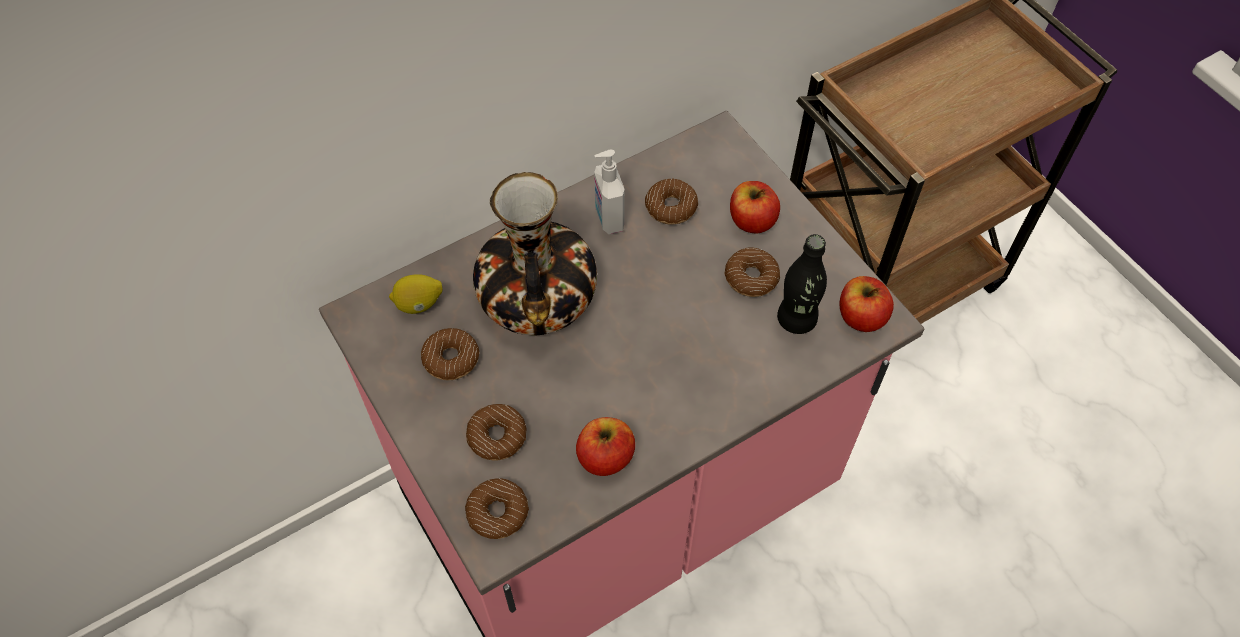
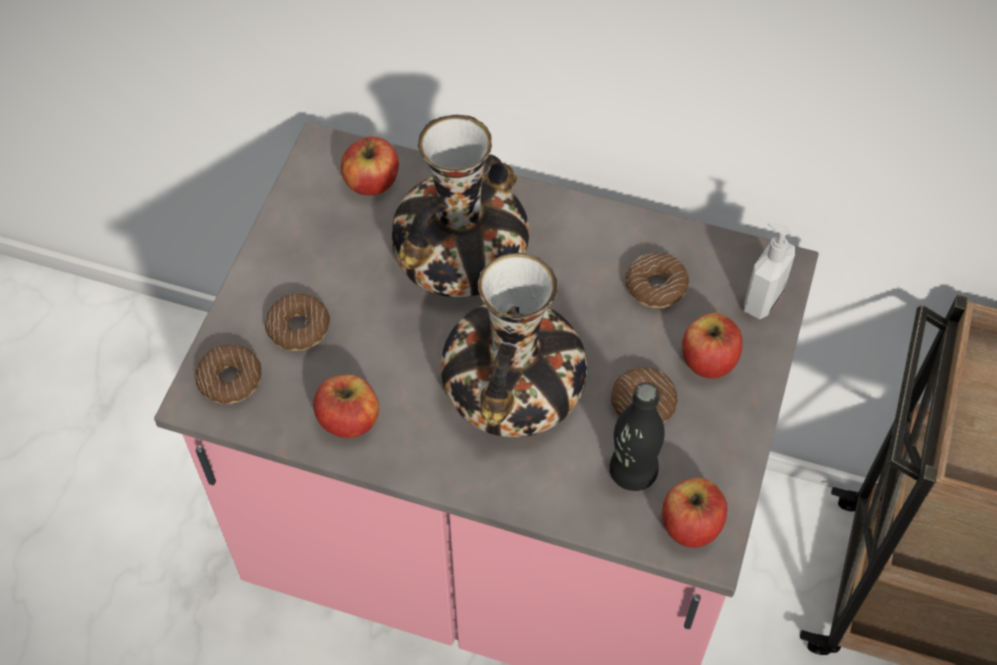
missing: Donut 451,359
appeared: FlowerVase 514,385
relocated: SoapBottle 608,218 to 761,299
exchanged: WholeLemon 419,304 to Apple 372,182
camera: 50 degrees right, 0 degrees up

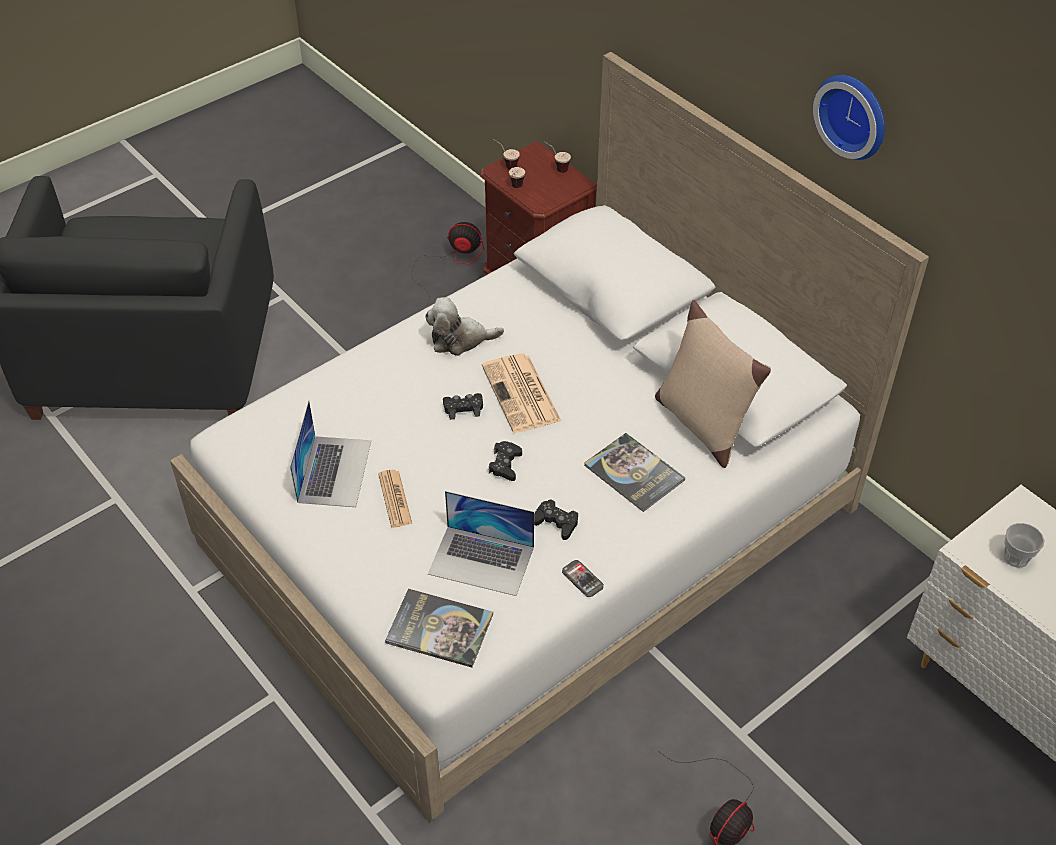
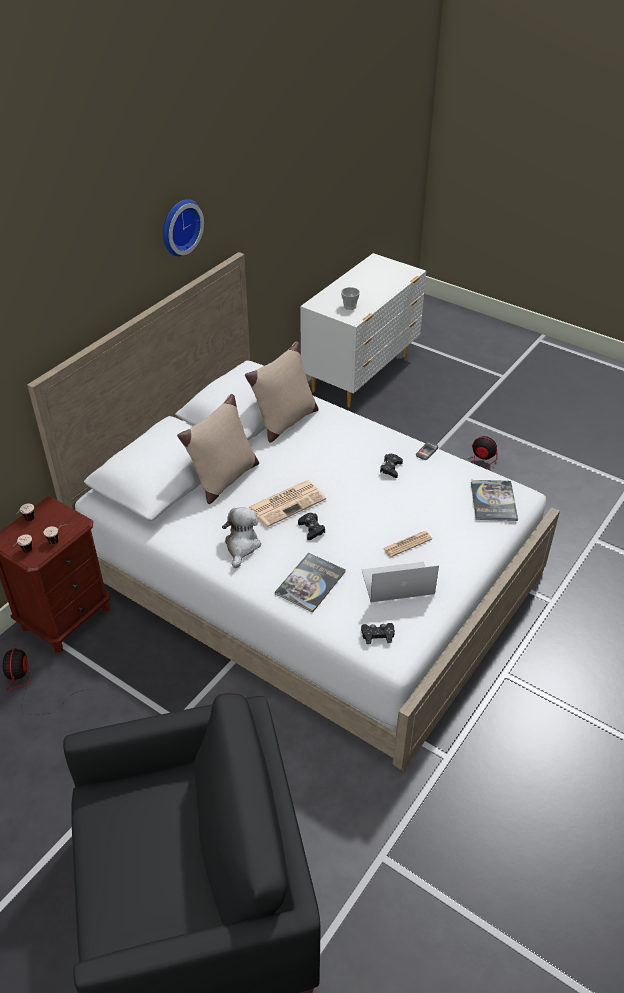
missing: Laptop 481,560
appeared: BeigeColouredPillow 223,479
relocated: BlackGamepad 505,465 to 377,635; Book 634,473 to 310,583
spun: PlushToy 460,339 = 241,546 150 degrees counterclockwise
camera: 105 degrees left, 5 degrees down

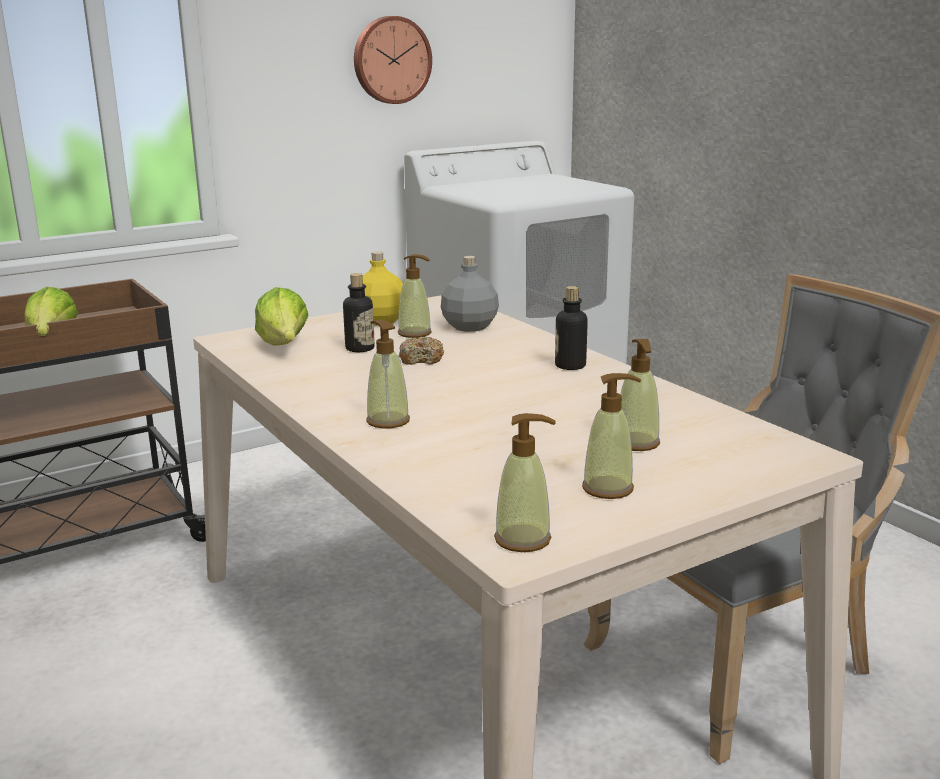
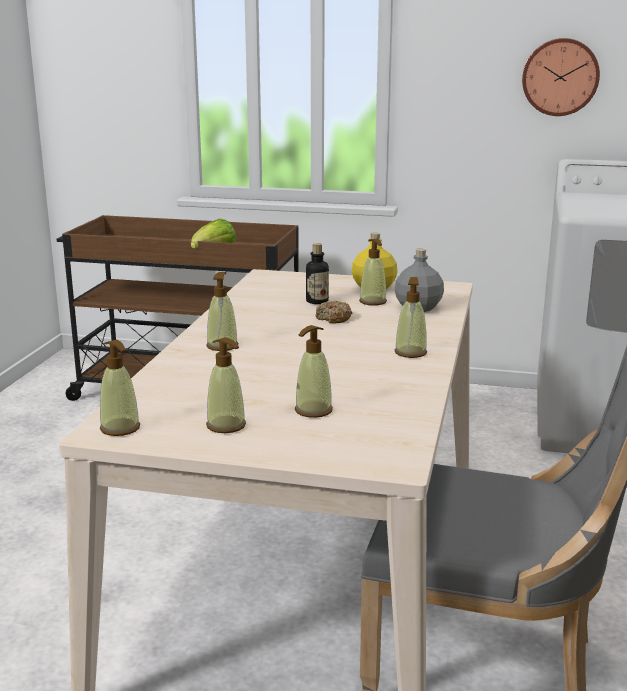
missing: LettuceHead 284,347
exchanged: Bottle 570,366 to SoapBottle 410,352
camera: 45 degrees right, 0 degrees up

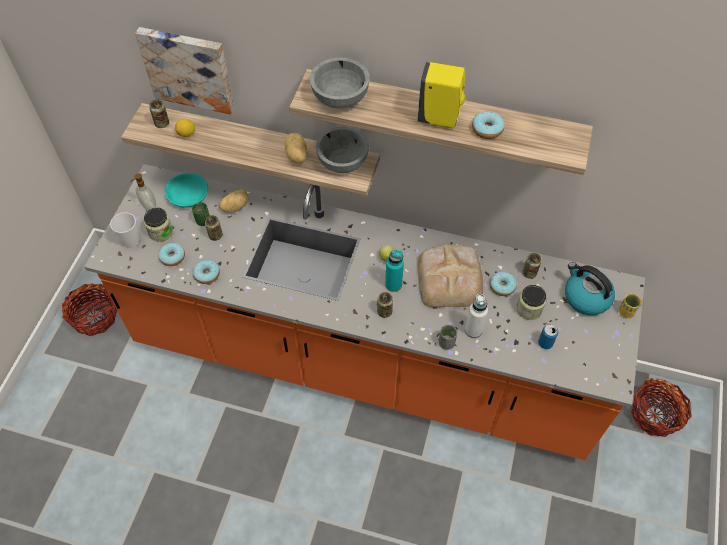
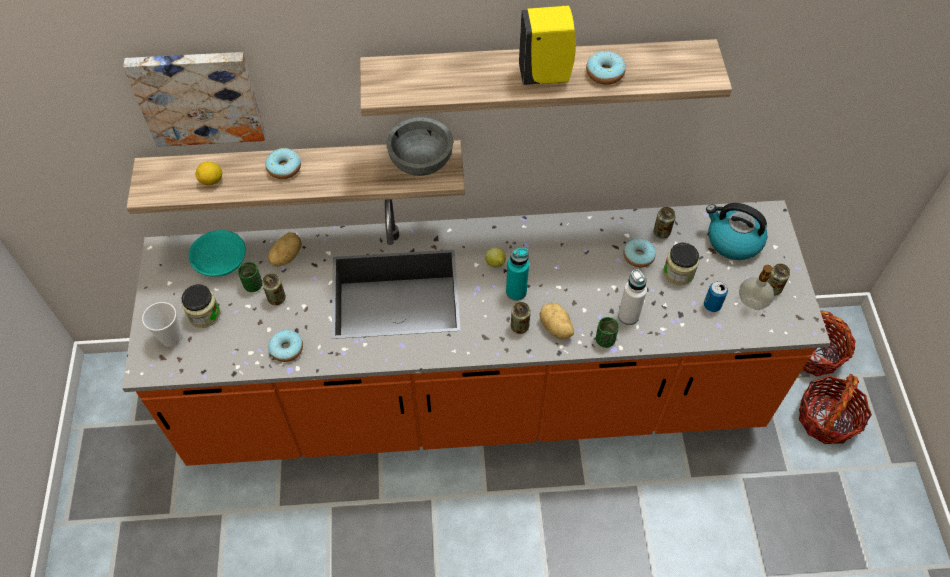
missing: GreyServingBowl 340,98; BakedBread 450,278; YellowishDrinkingCup 626,312
relocated: Basket 94,317 to 826,419; SoapBottle 148,206 to 751,304; Can 162,123 to 772,288; Donut 172,257 to 284,168; Spud 296,156 to 555,328
colour: GreyDrinkingCup 446,343 to GreenDrinkingCup 605,340
camera: 20 degrees left, 0 degrees up

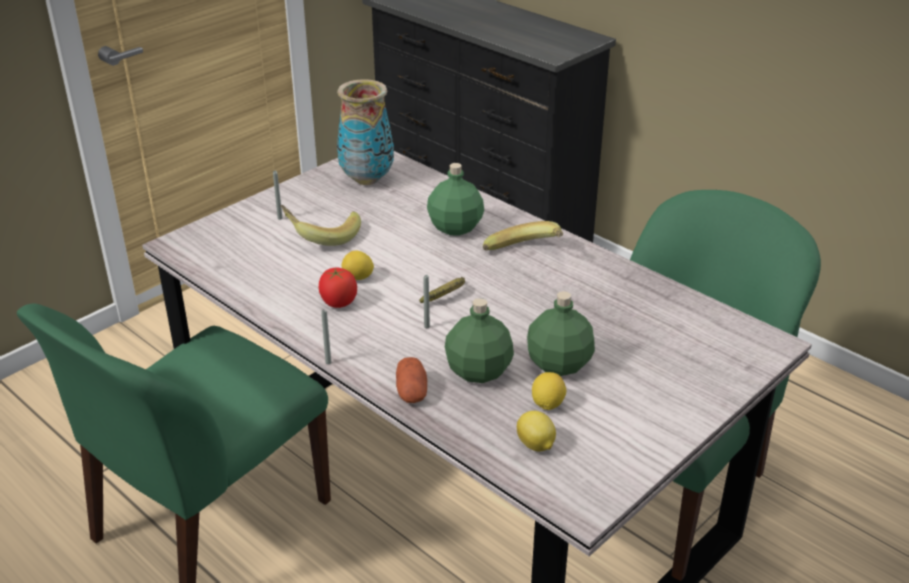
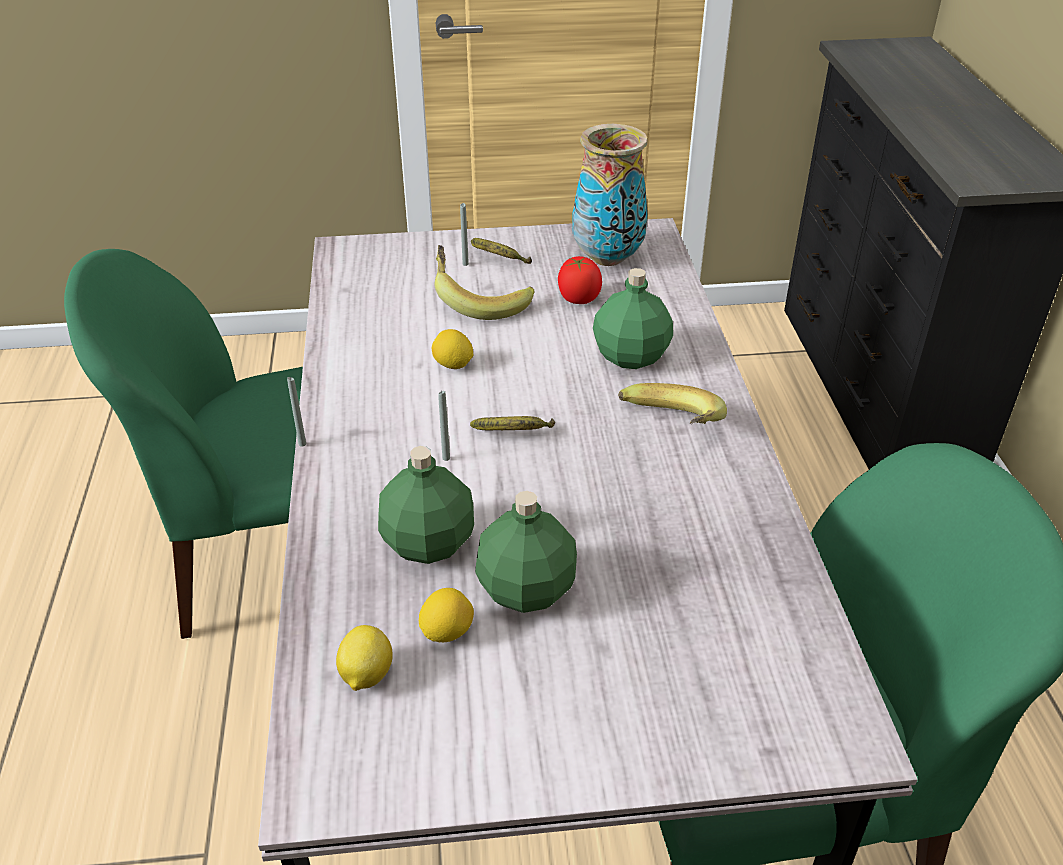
missing: Spud 412,391
appeared: Banana 498,259
relocated: WholeTomato 338,303 to 578,299
camera: 40 degrees right, 5 degrees up

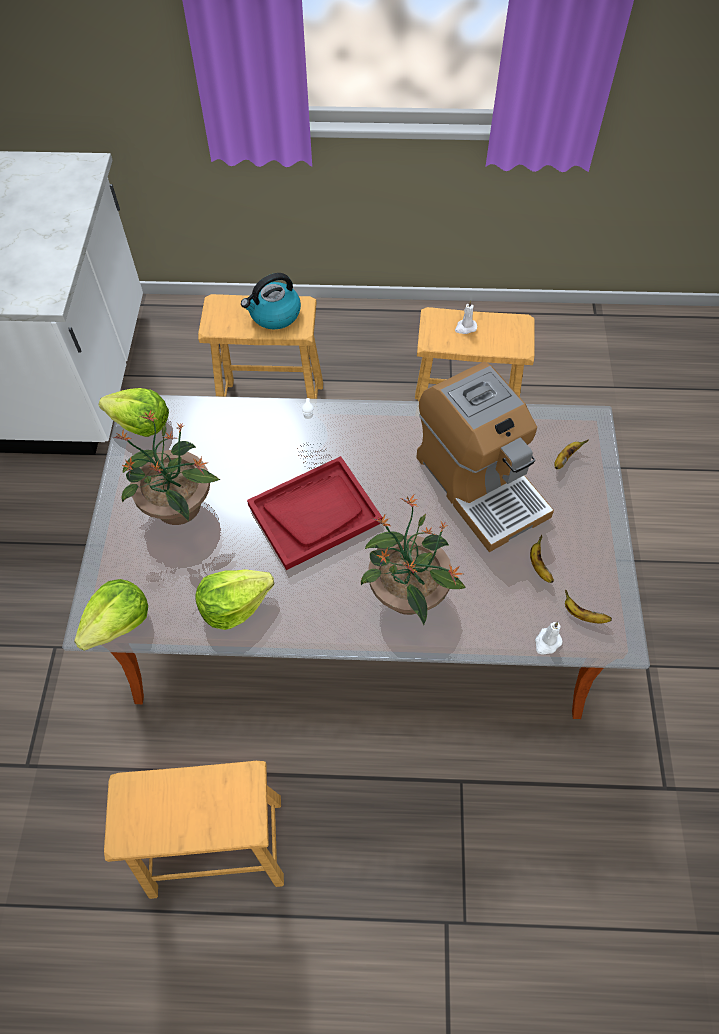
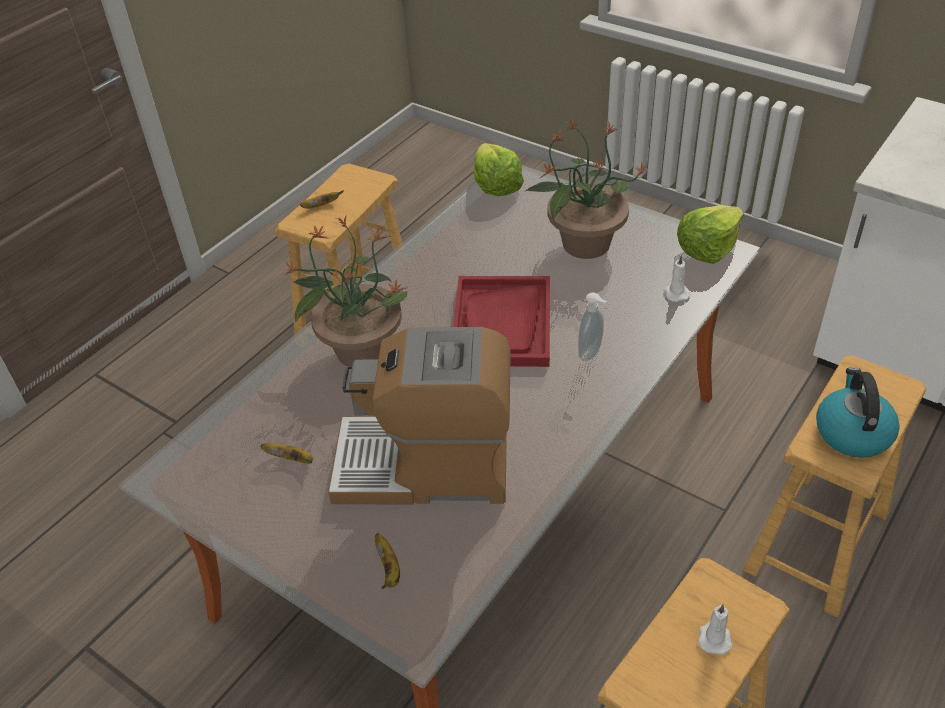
missing: LettuceHead 234,604
relocated: WhiteCandle 547,642 to 675,293; Banana 583,615 to 322,205
camera: 125 degrees right, 15 degrees down

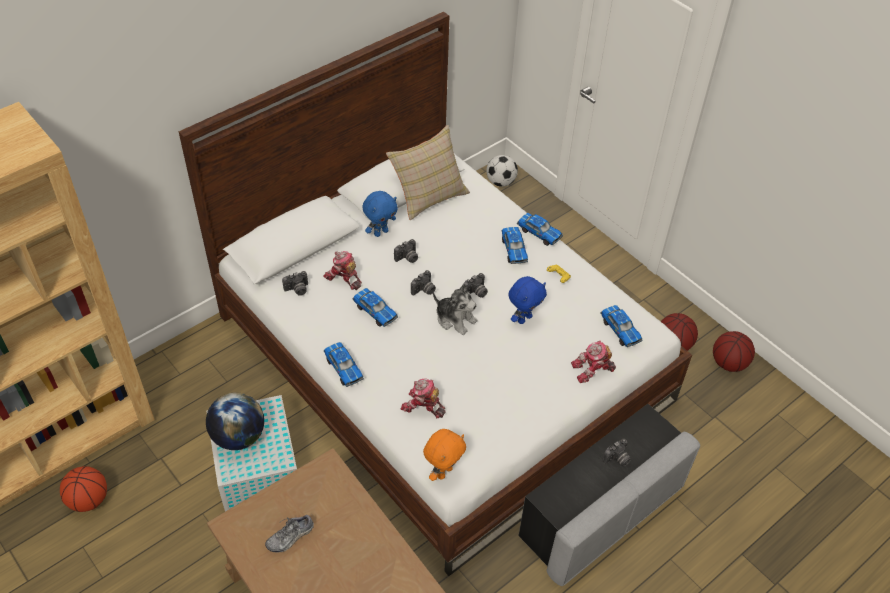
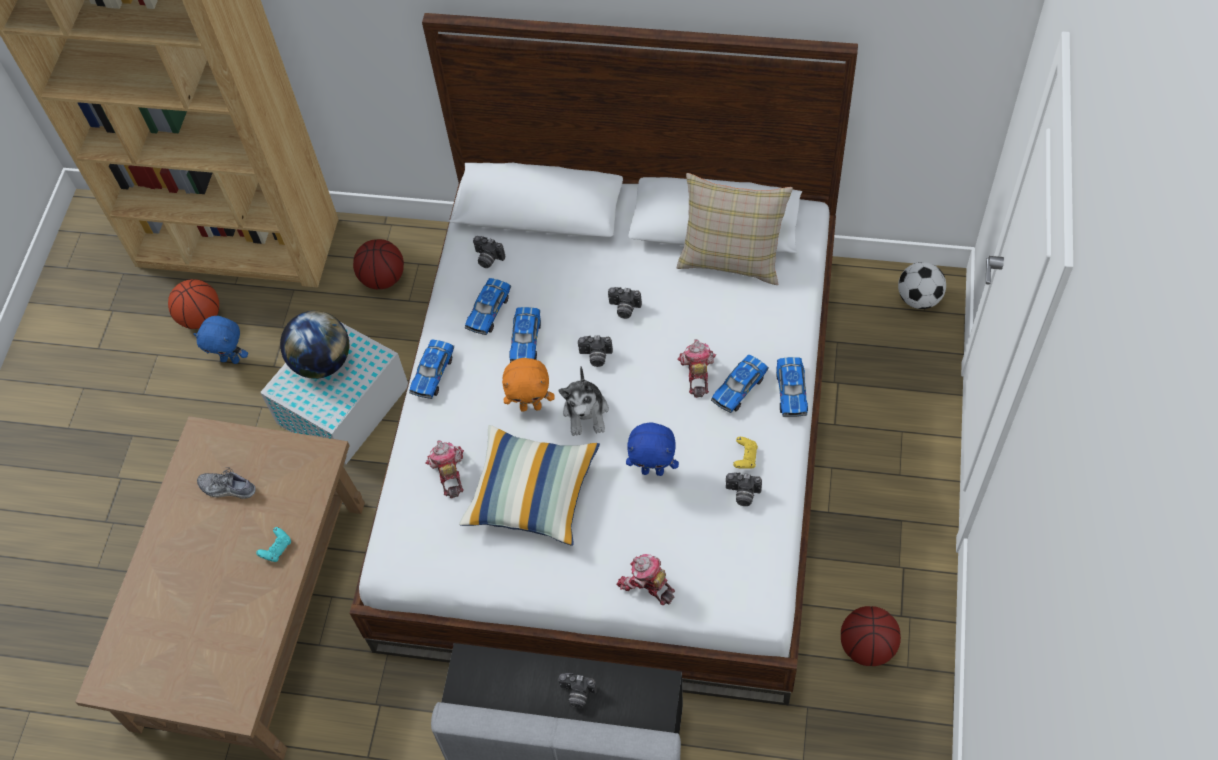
appeared: TurquoiseGamepad 277,549; Pillow 532,493
relocated: ModelRobot 343,278 to 696,373; BluishPlushToy 381,232 to 231,359; OrangePlushToy 443,472 to 531,406; StillCamera 476,293 to 742,494; ModelCar 620,329 to 489,310; Basketball 729,363 to 383,278
camera: 55 degrees right, 10 degrees up

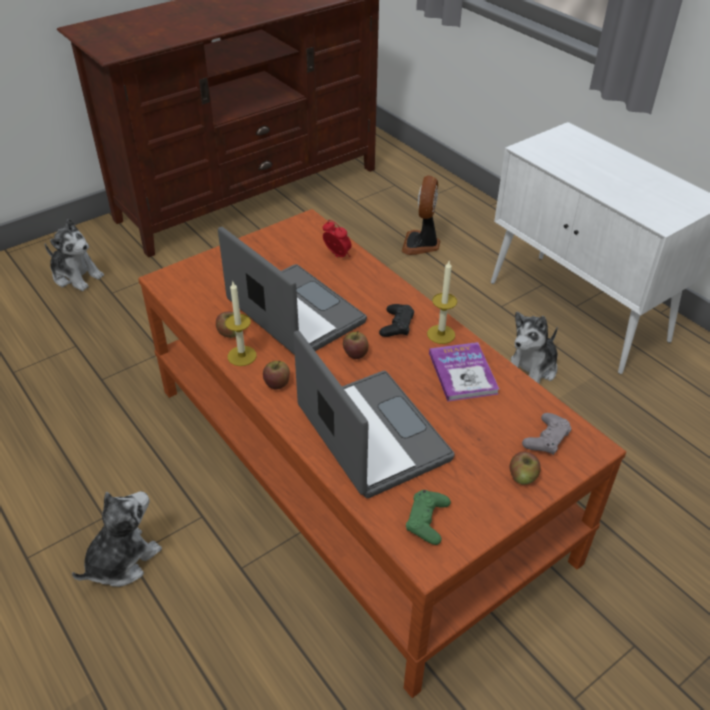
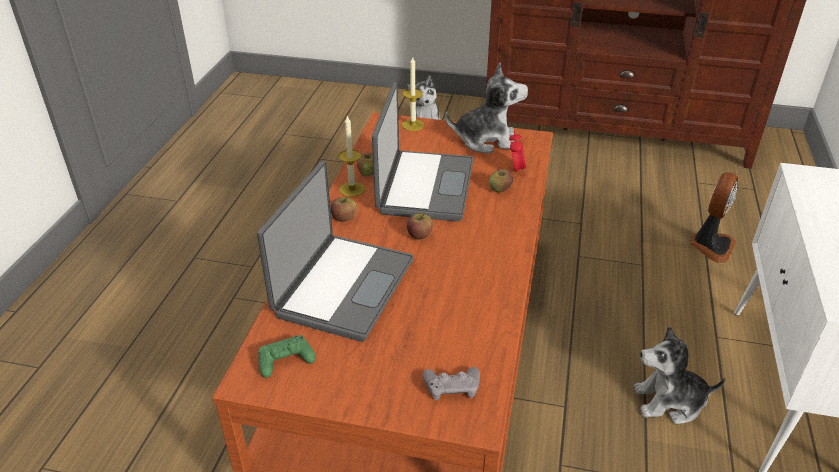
missing: BlackGamepad 397,325; Book 462,373
relocated: PlushToy 122,560 to 486,140; Candle 441,334 to 413,125; Apple 522,476 to 500,189
spun: ElectricFan 421,244 = 710,245 150 degrees clockwise
camera: 50 degrees right, 5 degrees down

